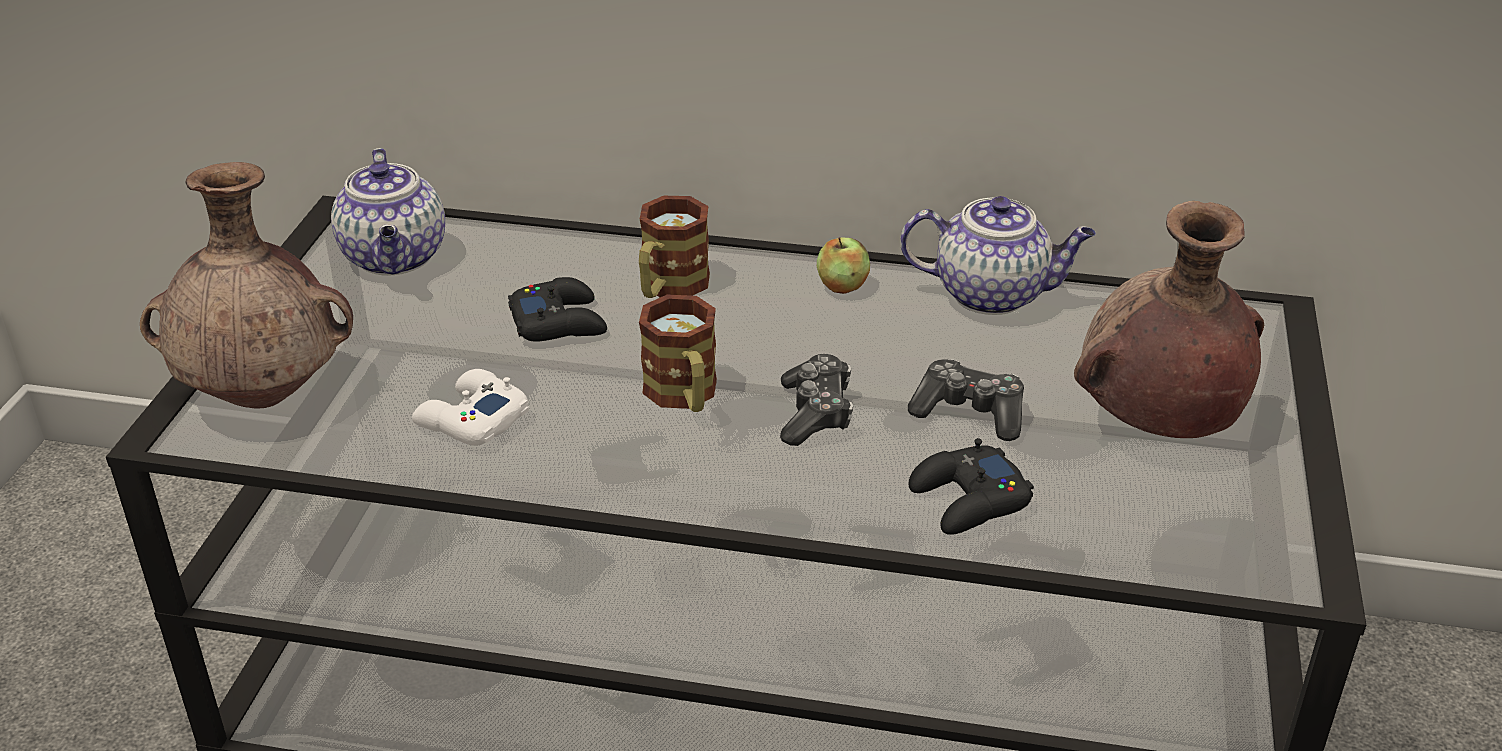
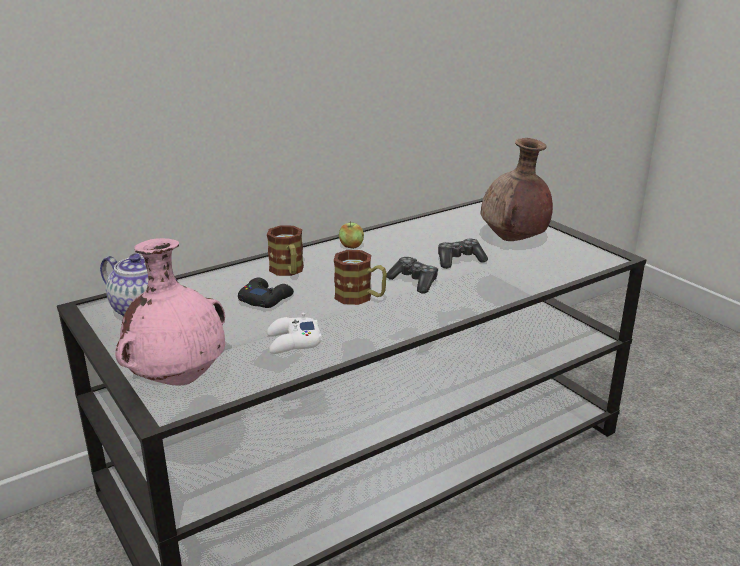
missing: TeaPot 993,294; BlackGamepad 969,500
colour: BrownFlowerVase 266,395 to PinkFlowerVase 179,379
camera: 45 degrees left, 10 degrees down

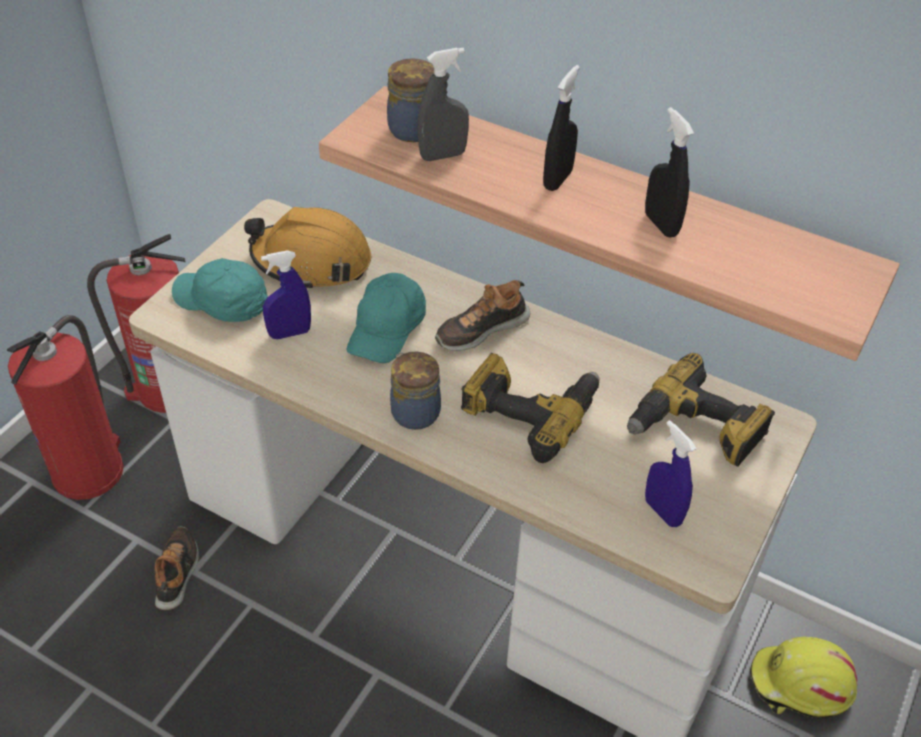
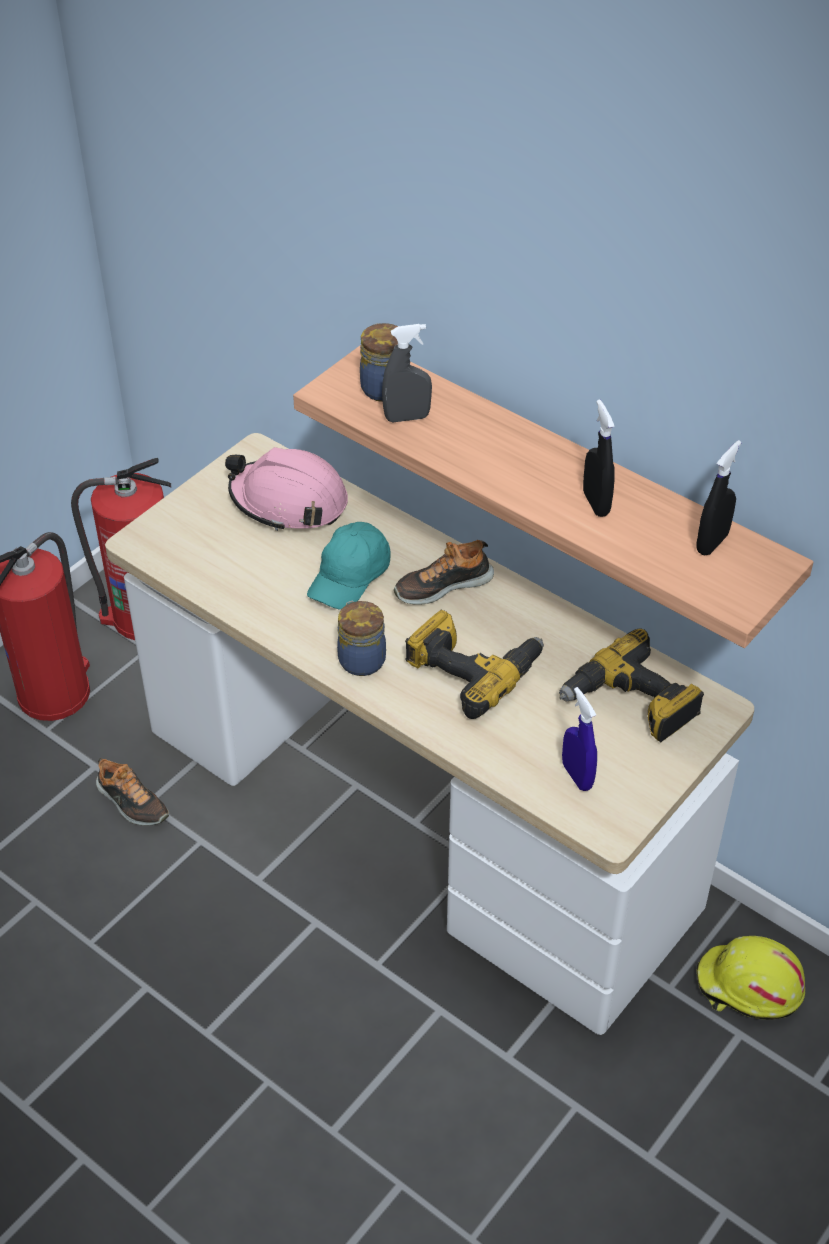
missing: TurquoiseCap 222,303; BluishSprayer 289,333
relocated: BlackSprayer 557,179 to 712,543
colour: OrangeSafetyHelmet 311,261 to PinkSafetyHelmet 289,502
spun: ItemOfFootwear 177,572 = 131,803 120 degrees clockwise
camera: 10 degrees right, 0 degrees up

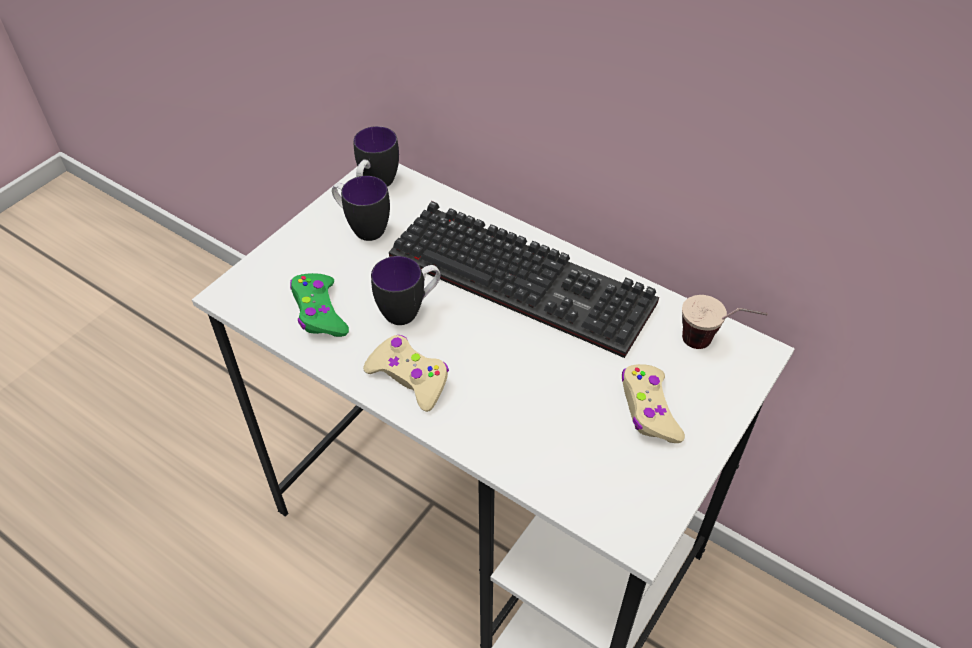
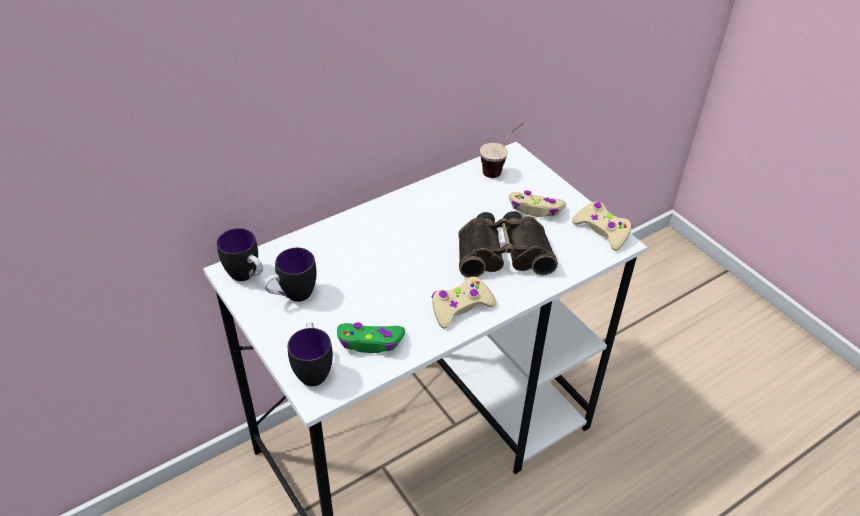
missing: Keyboard 527,279
appeared: PairOfBinoculars 503,252; BeigeColouredGamepad 602,230
relocated: CoffeeMug 409,310 to 313,369
camera: 70 degrees left, 5 degrees down

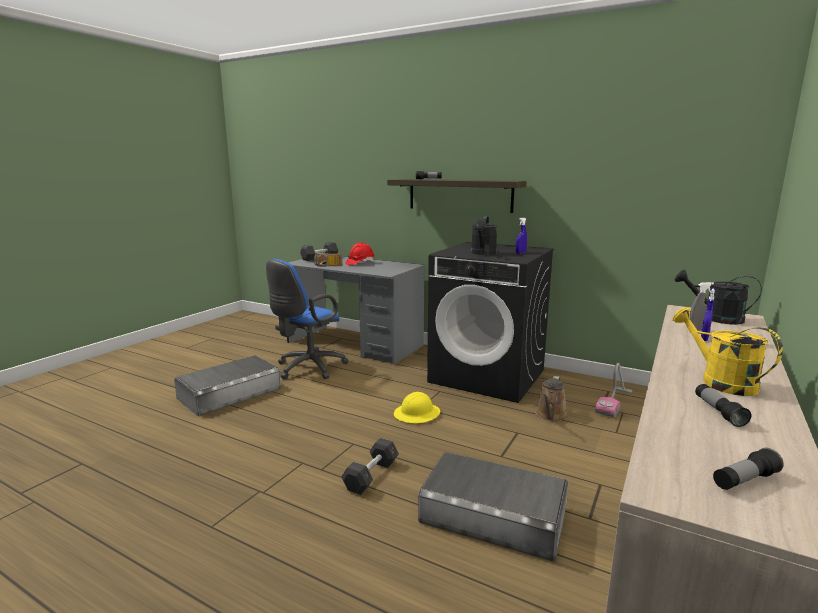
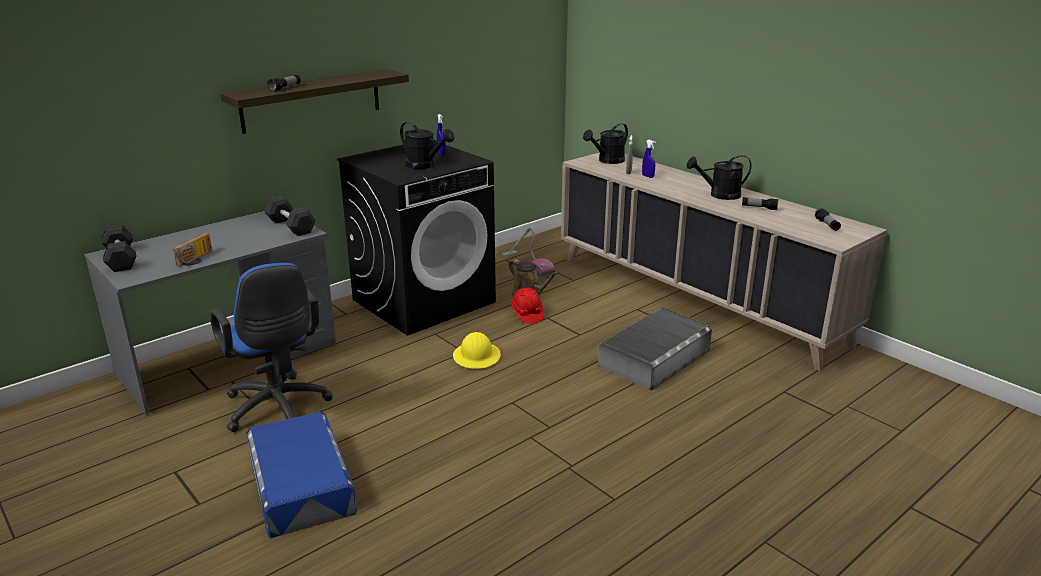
relocated: GreyDumbbell 371,476 to 291,226; RedColouredSafetyHelmet 360,263 to 527,314
colour: GreyStorageBin 230,393 to BluishStorageBin 300,483; YellowishSprinklingCan 719,381 to BlackSprinklingCan 719,195
camera: 70 degrees left, 10 degrees up

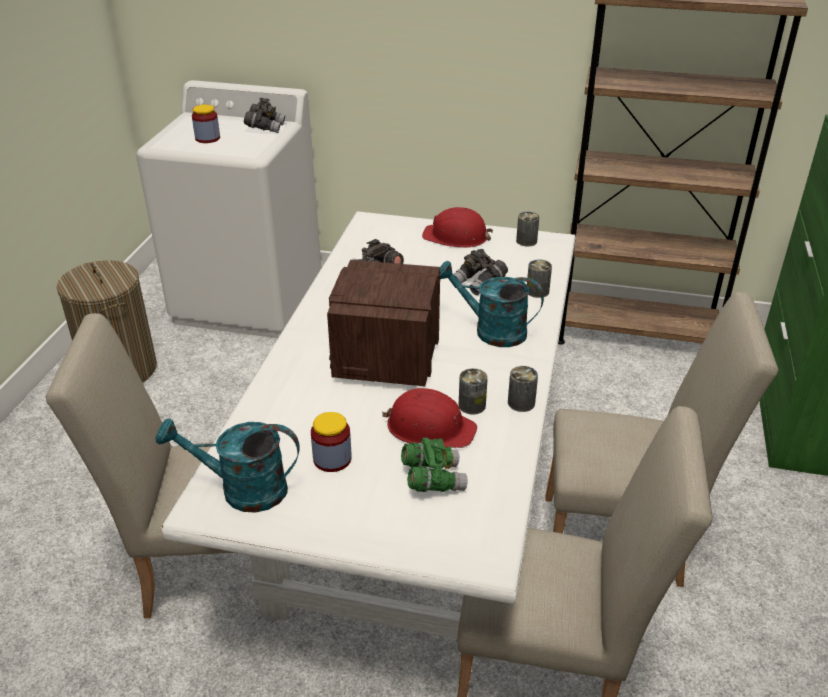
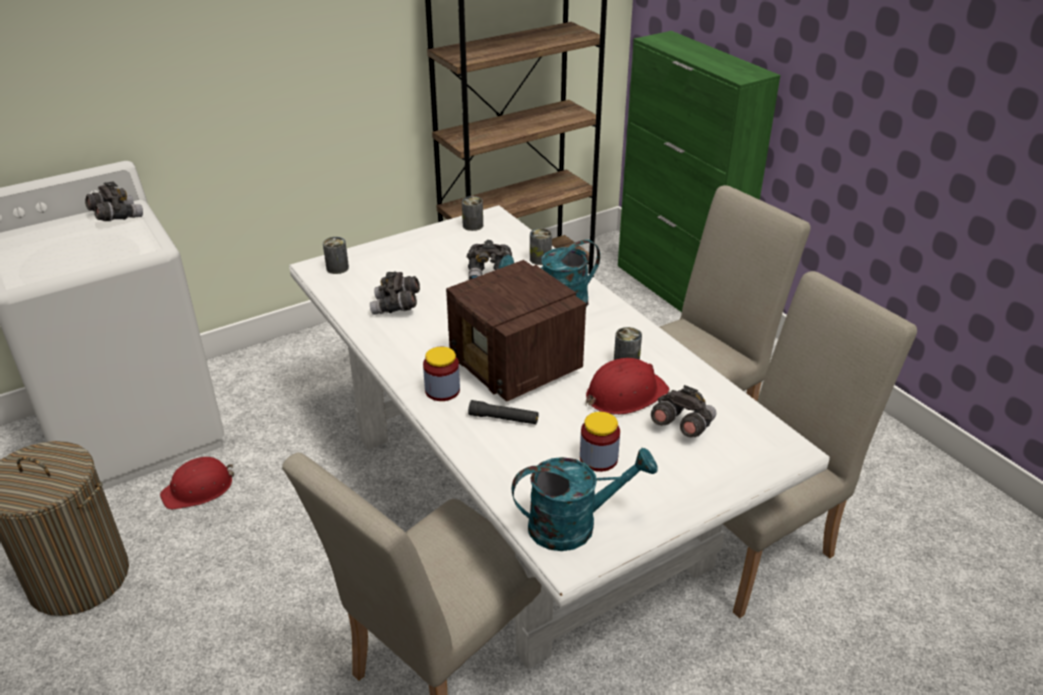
appeared: BlackTorch 503,418
relocated: Jar 207,138 to 442,390; RedColouredSafetyHelmet 456,237 to 199,489; Can 521,403 to 337,268
colour: GreenPairOfBinoculars 432,479 to GreyPairOfBinoculars 682,425
spun: TurquoiseSprinklingCan 242,490 = 574,525 150 degrees counterclockwise
camera: 45 degrees left, 0 degrees up

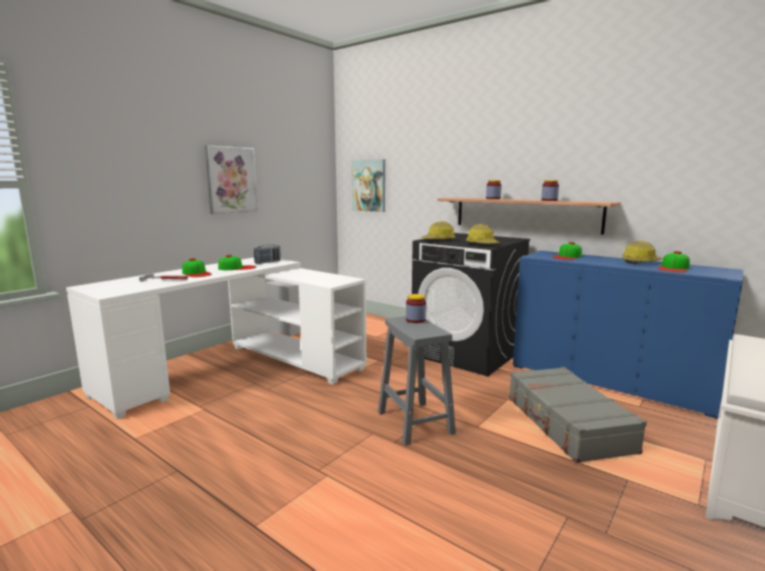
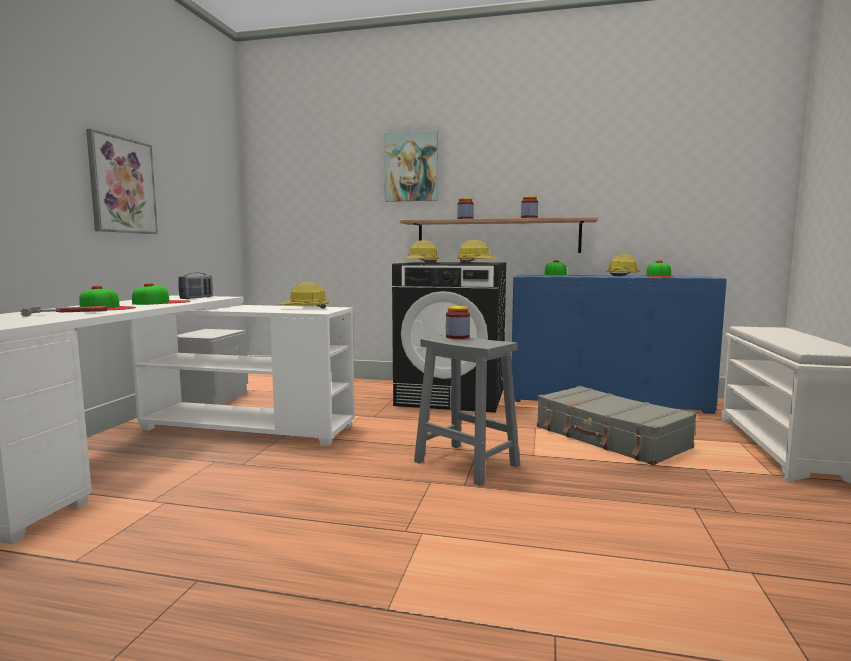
appeared: SafetyHelmet 304,308
relocated: Picture 369,185 to 411,166
camera: 25 degrees left, 5 degrees down

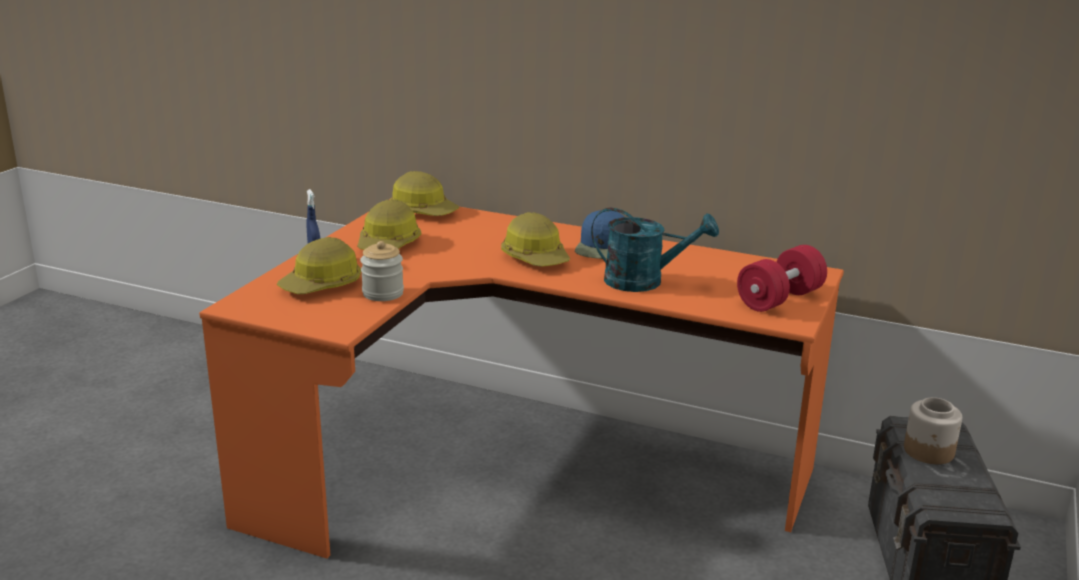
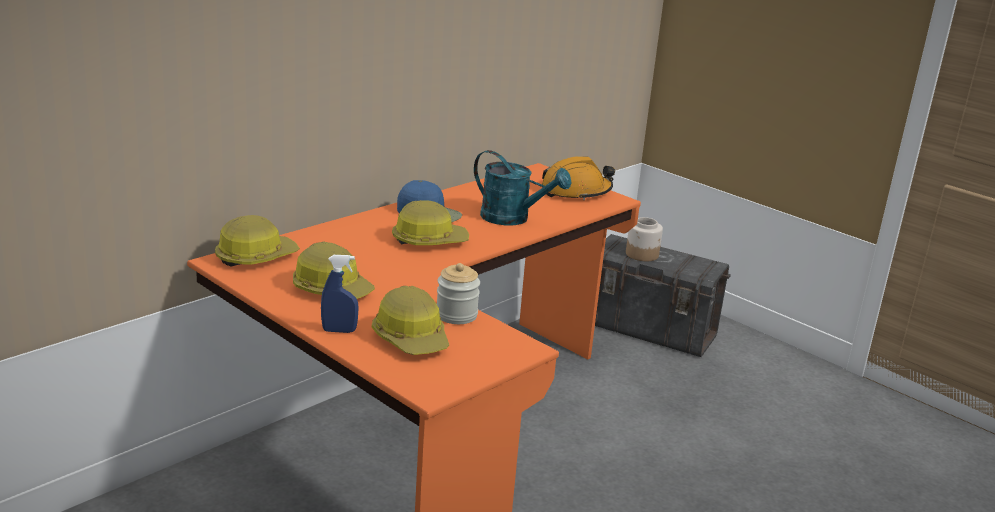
exchanged: RedColouredDumbbell 779,299 to OrangeSafetyHelmet 576,192
spun: TurquoiseSprinklingCan 644,281 = 513,219 90 degrees clockwise
camera: 70 degrees left, 0 degrees up

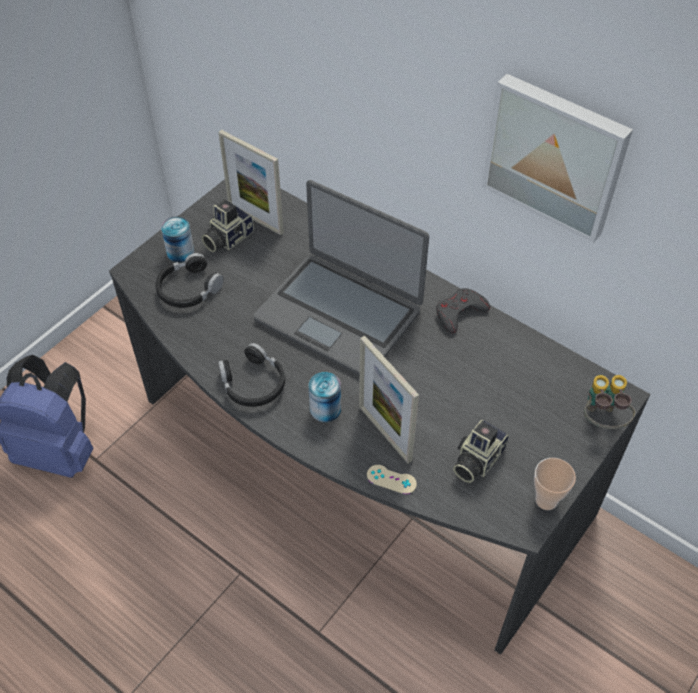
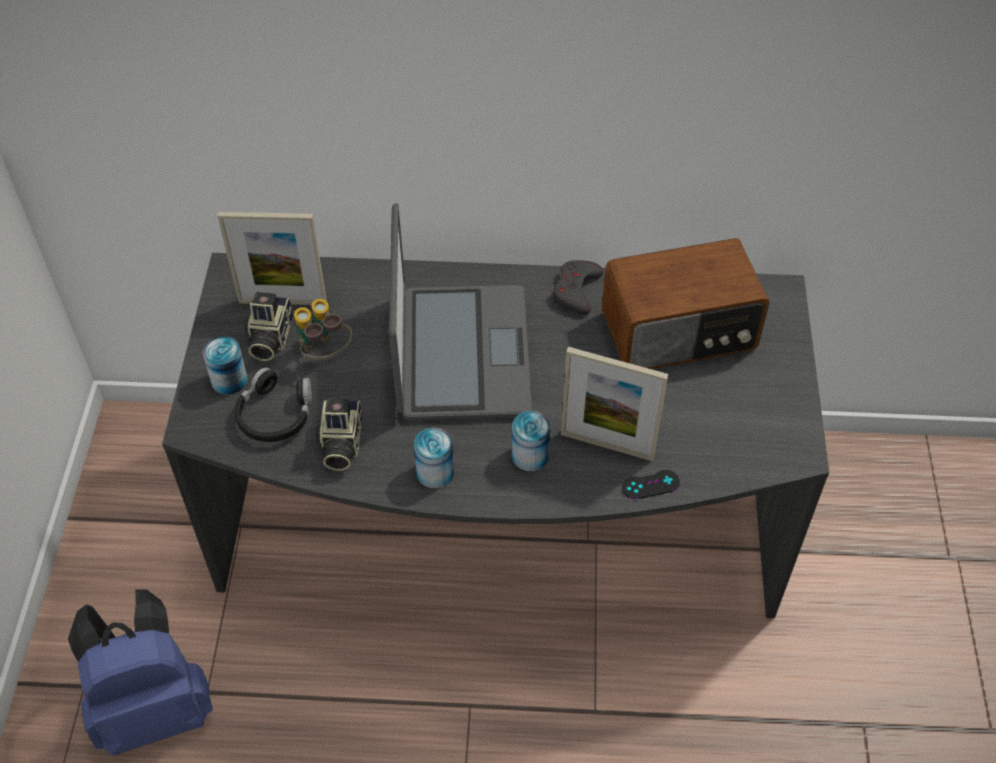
missing: Picture 555,156; DrinkingCup 546,500
appeared: Radio 680,332
relocated: StillCamera 476,459 to 340,444; PairOfBinoculars 602,420 to 324,354
exchanged: BlackHeadset 253,383 to Can 435,472
colour: BeigeColouredGamepad 391,479 to BlackGamepad 650,485
spun: Laptop 339,314 = 460,354 90 degrees counterclockwise
camera: 35 degrees left, 0 degrees up

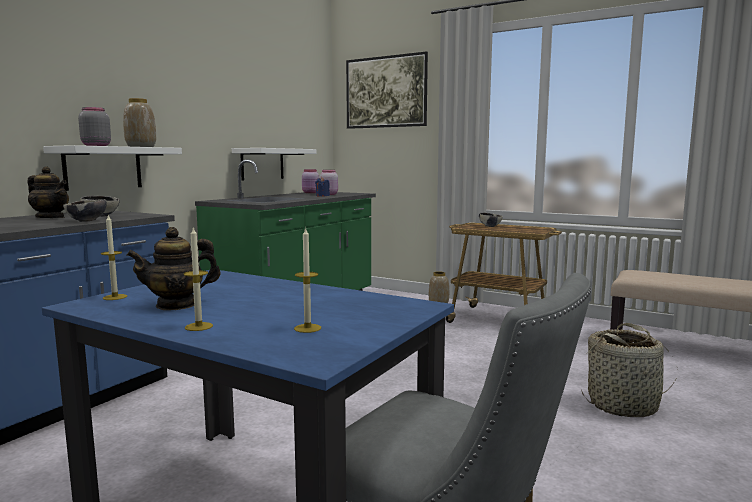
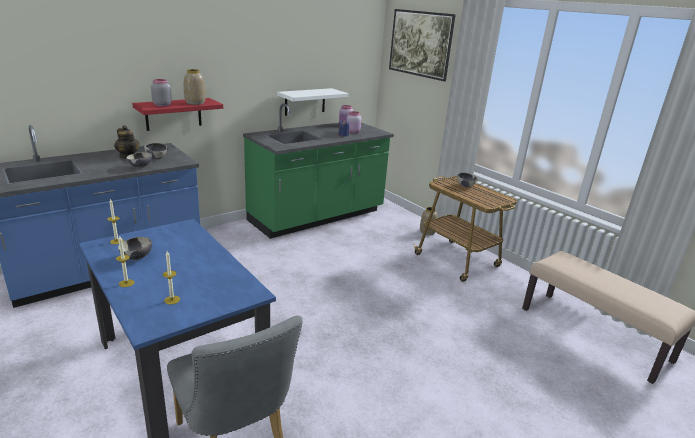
missing: Basket 623,405
exchanged: TeaPot 177,305 to ServingBowl 137,258
colour: WhiteShelf 103,168 to RedColouredShelf 173,114
camera: 20 degrees right, 15 degrees up

